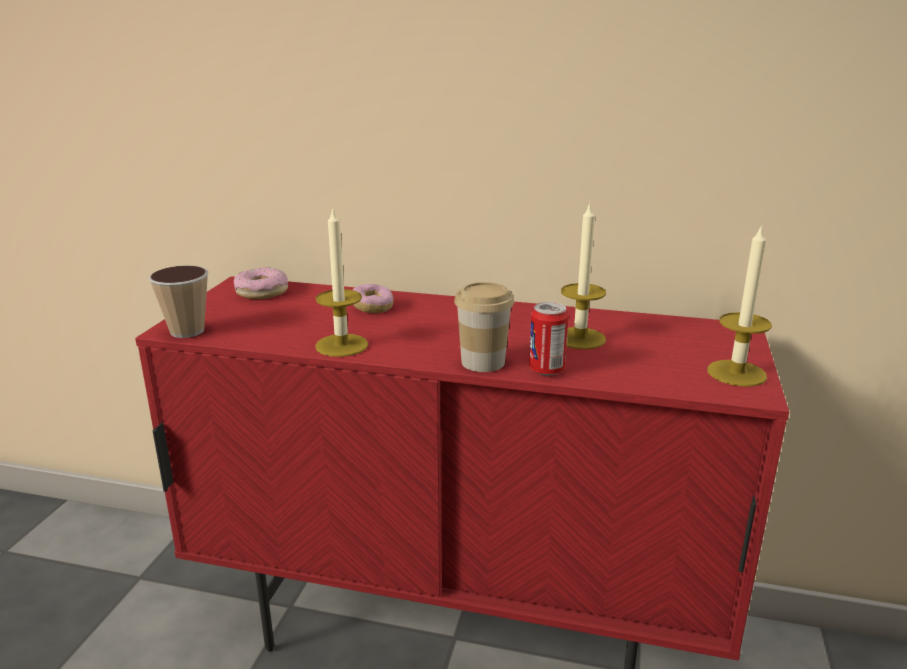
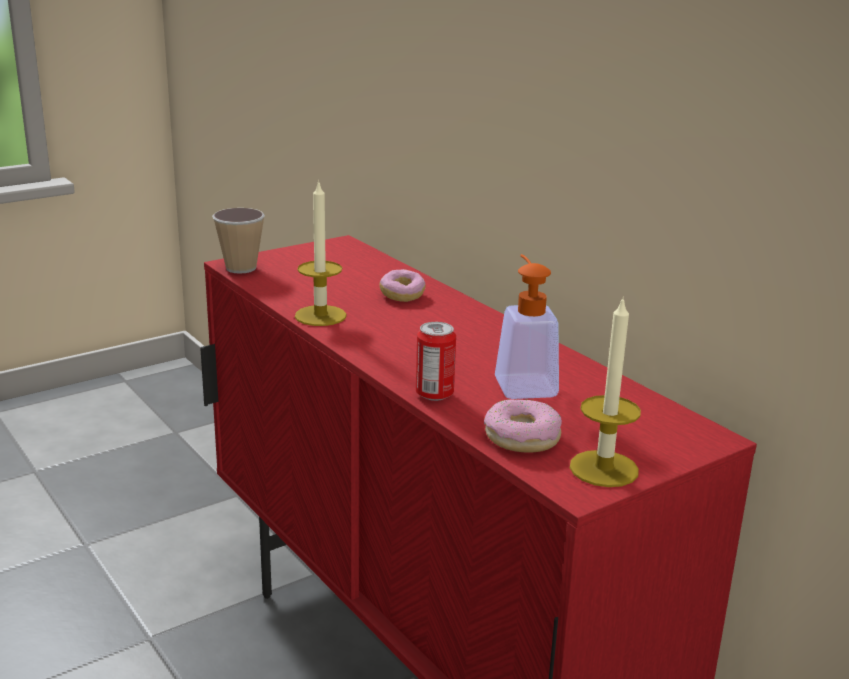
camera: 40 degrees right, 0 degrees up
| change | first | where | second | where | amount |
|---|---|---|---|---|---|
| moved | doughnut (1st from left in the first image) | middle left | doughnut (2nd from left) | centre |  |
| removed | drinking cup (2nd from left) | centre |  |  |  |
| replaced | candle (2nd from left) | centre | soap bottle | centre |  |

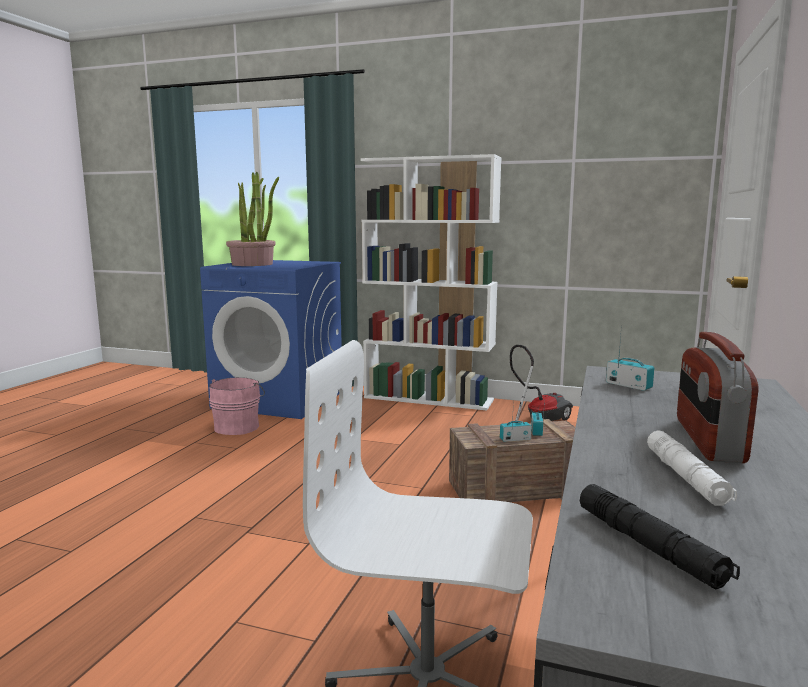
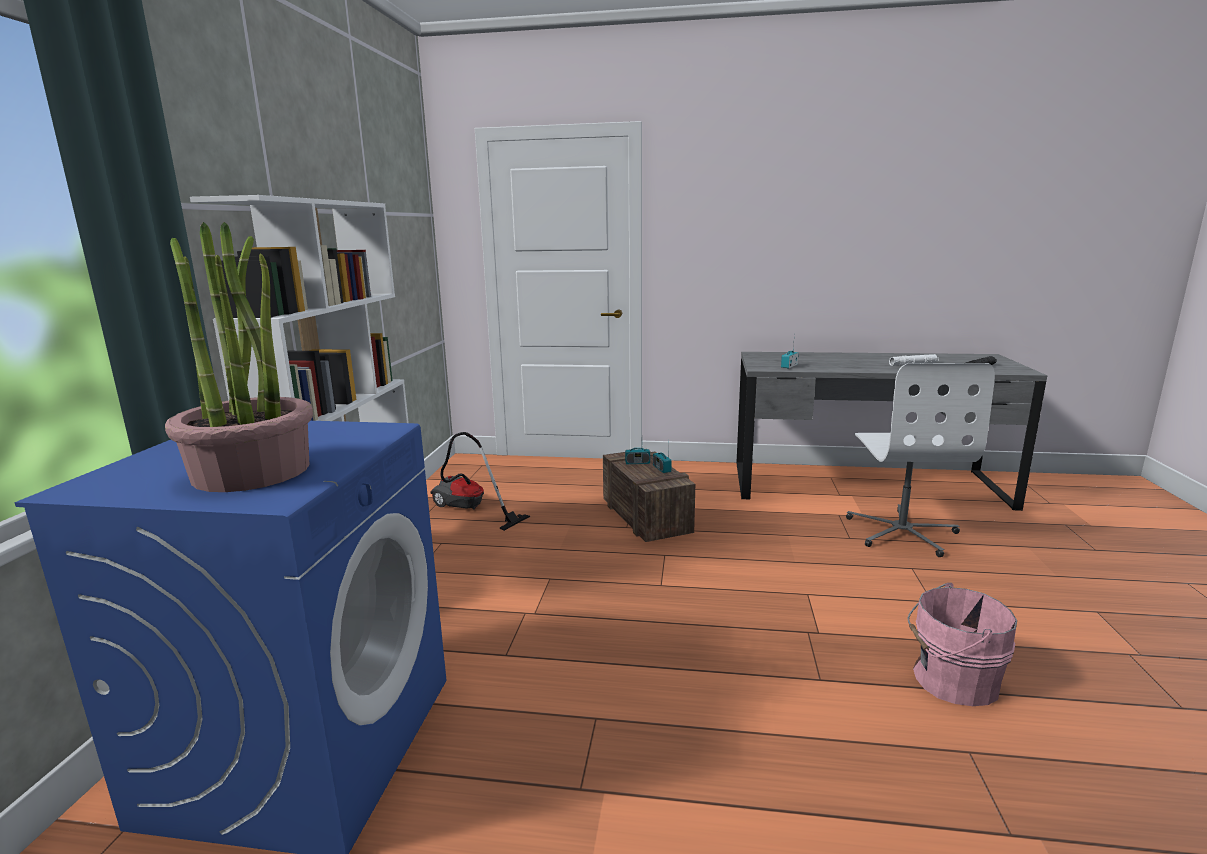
camera: 100 degrees left, 5 degrees up
| change | first | where | second | where | amount |
|---|---|---|---|---|---|
| moved | water bucket (pink) | middle left |  | bottom right |  |
| removed | radio set (4th from left) | middle right |  |  |  |

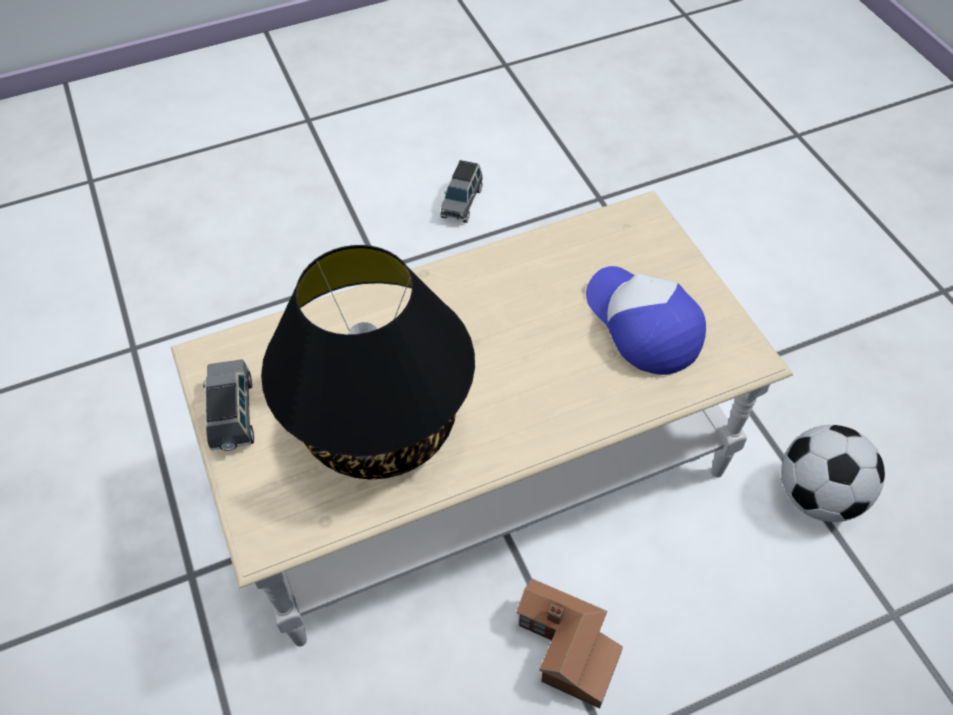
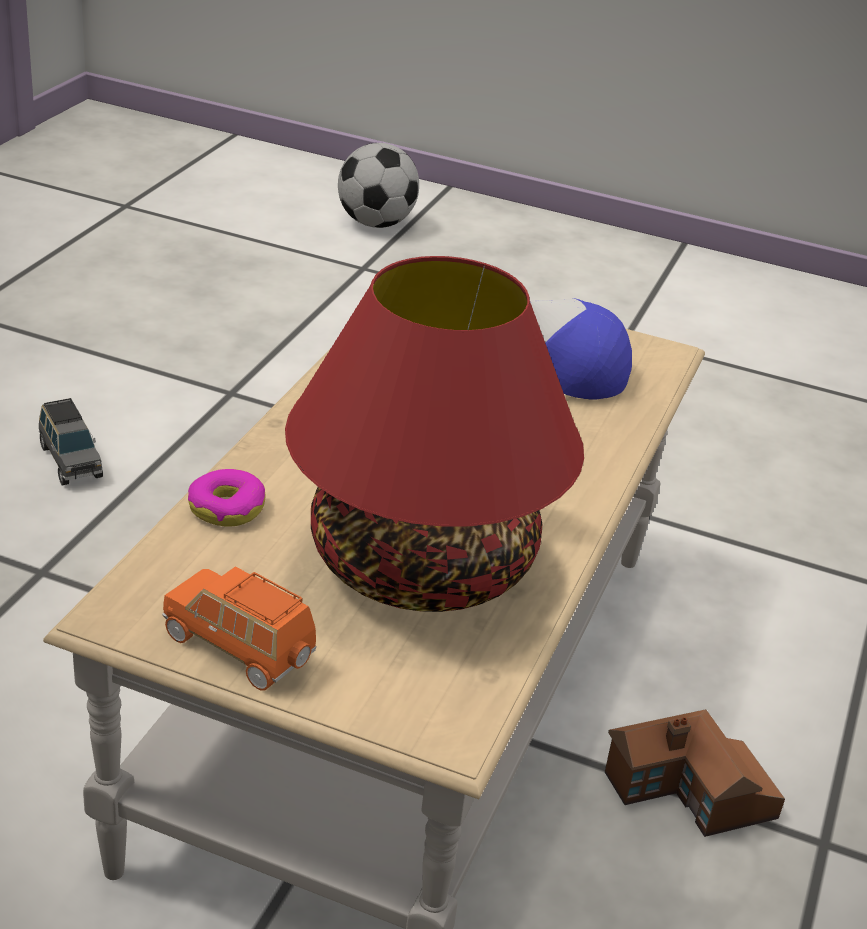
camera: 50 degrees left, 20 degrees down
| change | first | where | second | where | amount |
|---|---|---|---|---|---|
| recoloured | toy car (greyish) (1st from left) | middle left | toy car (orangey) | bottom left |  |
| recoloured | table lamp (black) | centre | table lamp (reddish) | centre |  |
| moved | football ball | middle right |  | top centre |  |
| added |  |  | doughnut | middle left |  |

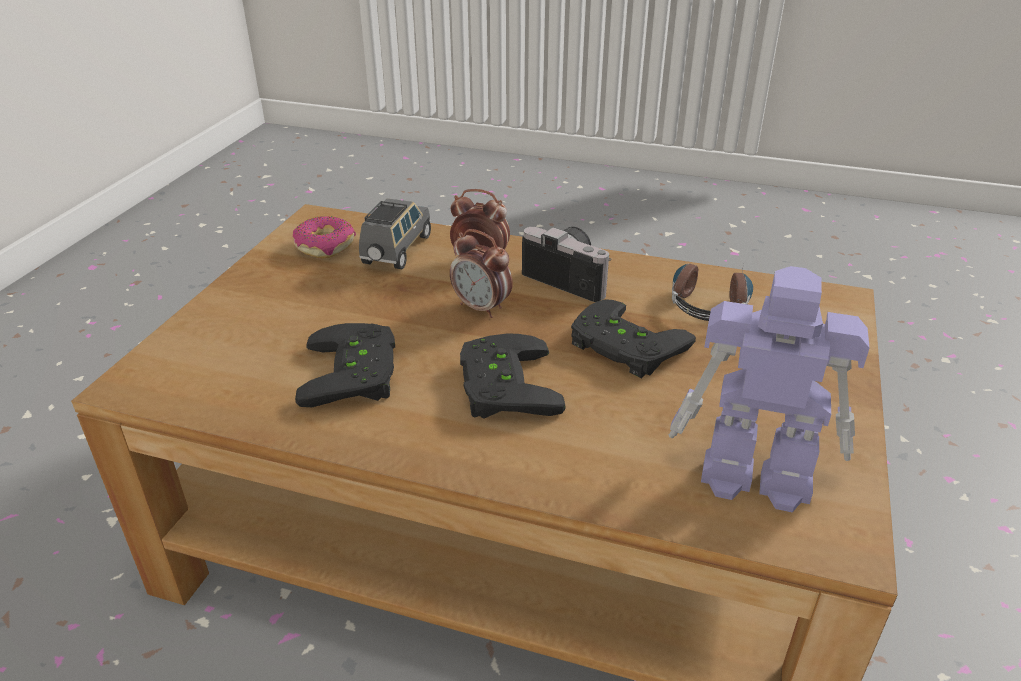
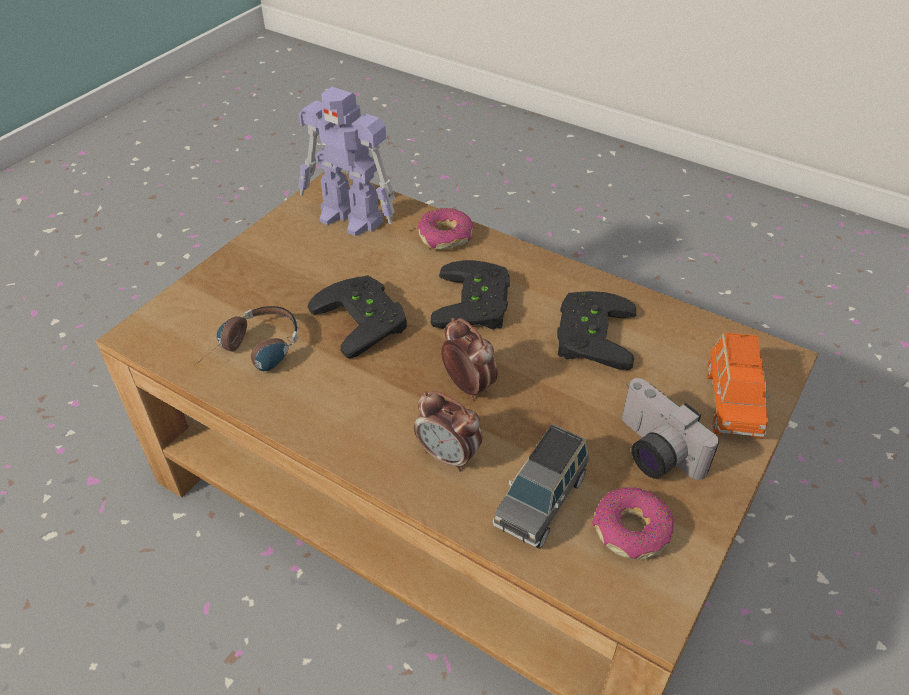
camera: 165 degrees left, 10 degrees up
| change | first | where | second | where | amount |
|---|---|---|---|---|---|
| moved | photo camera | centre |  | middle right |  |
| added |  |  | doughnut (1st from left) | top centre |  |
| added |  |  | toy car (orangey) | middle right |  |

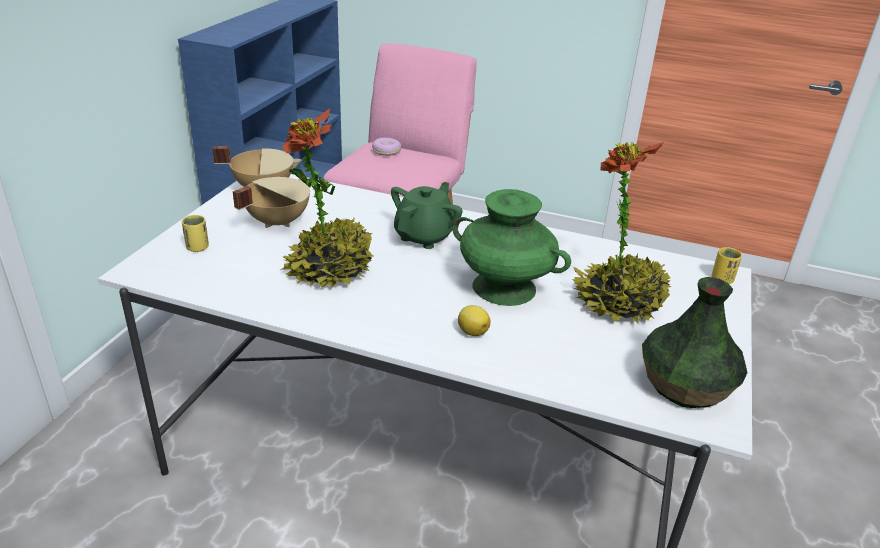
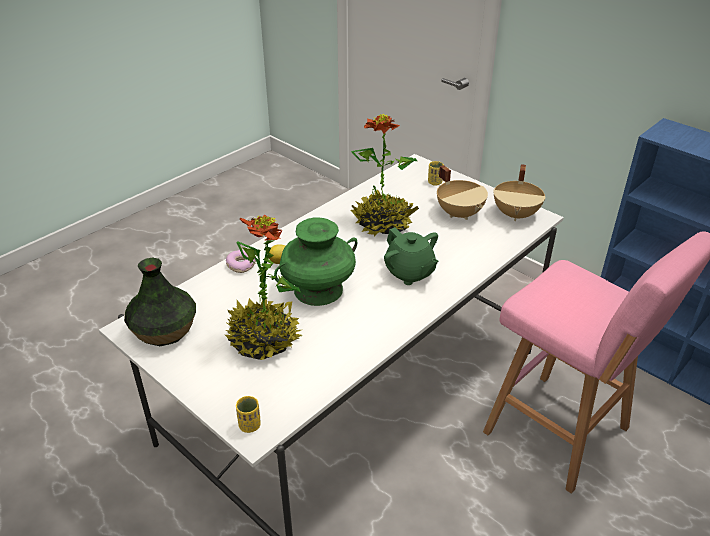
camera: 115 degrees right, 5 degrees up
| change | first | where | second | where | amount |
|---|---|---|---|---|---|
| moved | doughnut | top centre |  | centre |  |

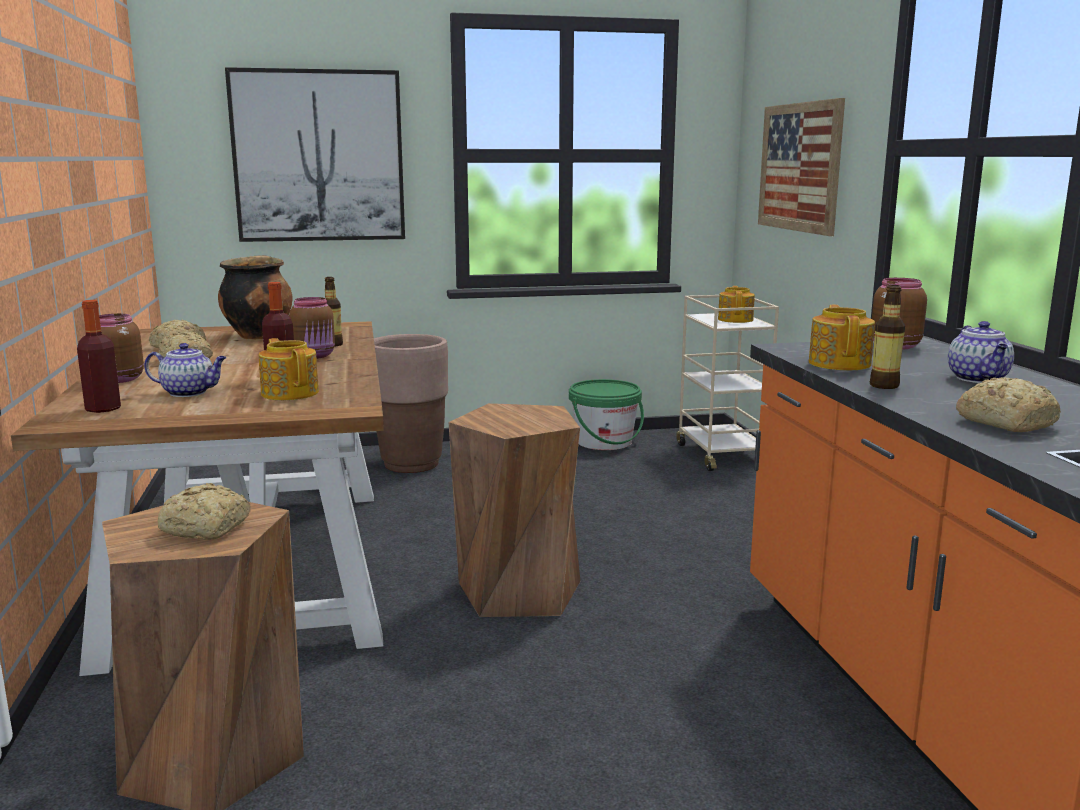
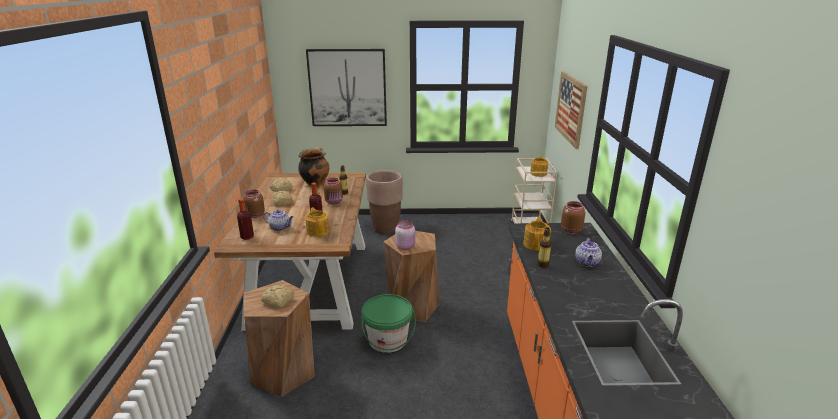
camera: 10 degrees right, 10 degrees up
| change | first | where | second | where | amount |
|---|---|---|---|---|---|
| moved | water bucket (green-coloured) | centre |  | bottom centre |  |
| removed | bakery bread (4th from left) | middle right |  |  |  |
| added |  |  | jar (pink) | centre |  |

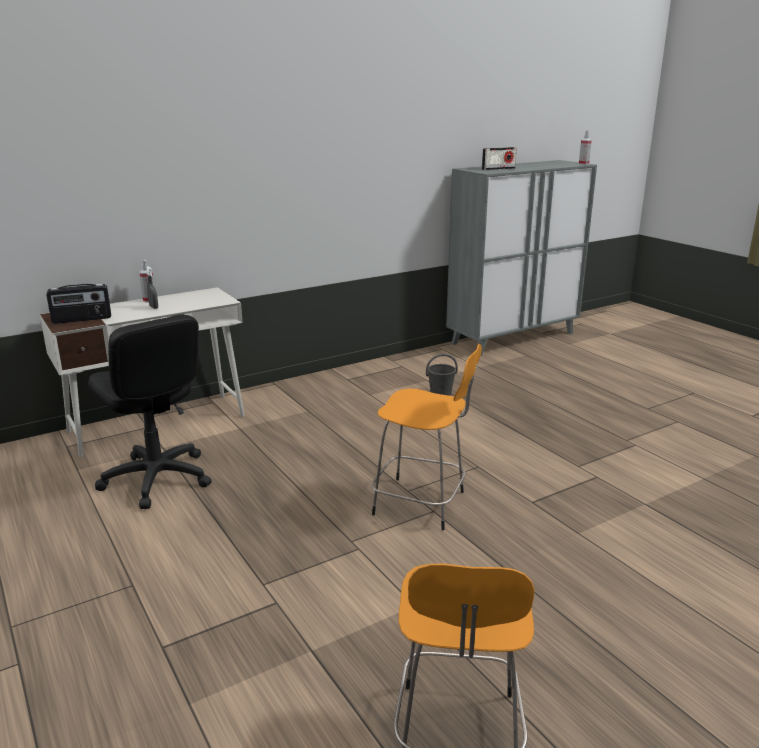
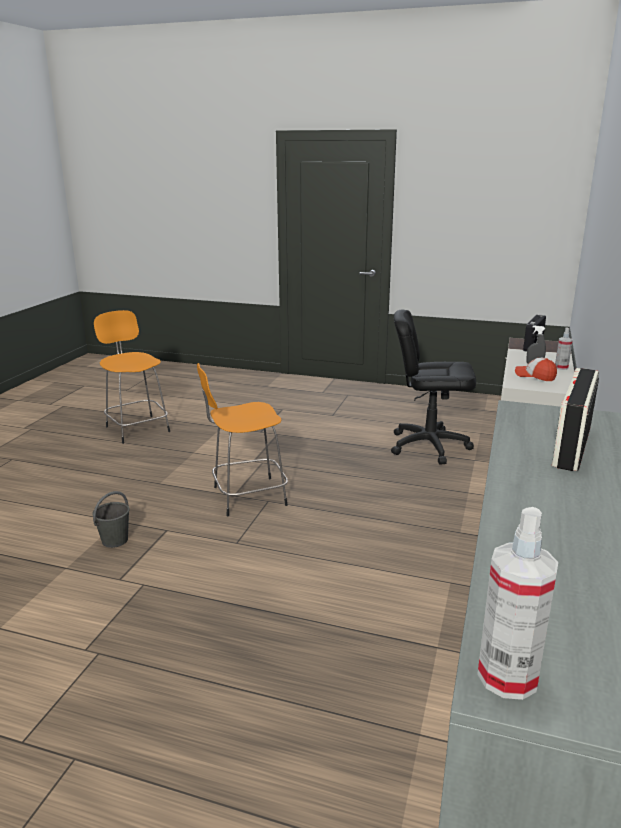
camera: 140 degrees right, 0 degrees up
| change | first | where | second | where | amount |
|---|---|---|---|---|---|
| moved | water bucket (greyish) | centre |  | middle left |  |
| added |  |  | peaked cap | middle right |  |

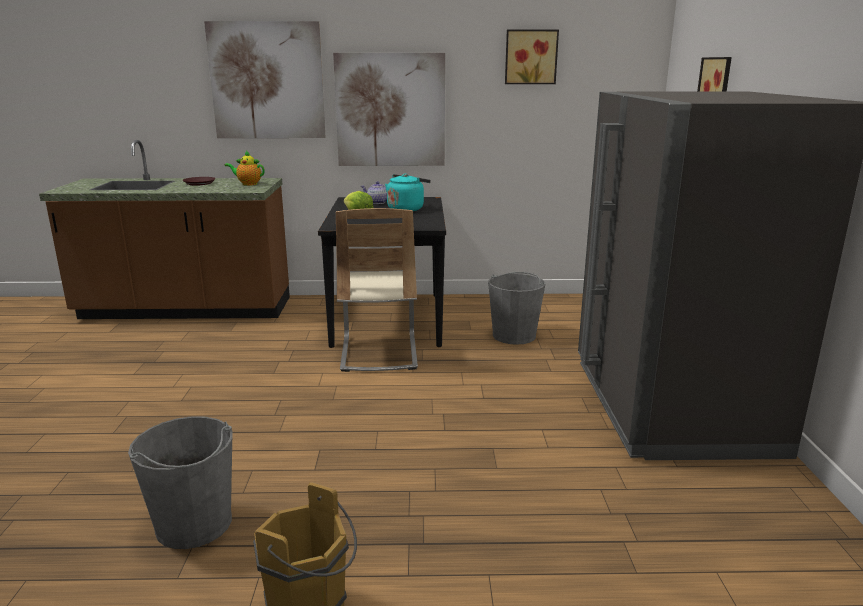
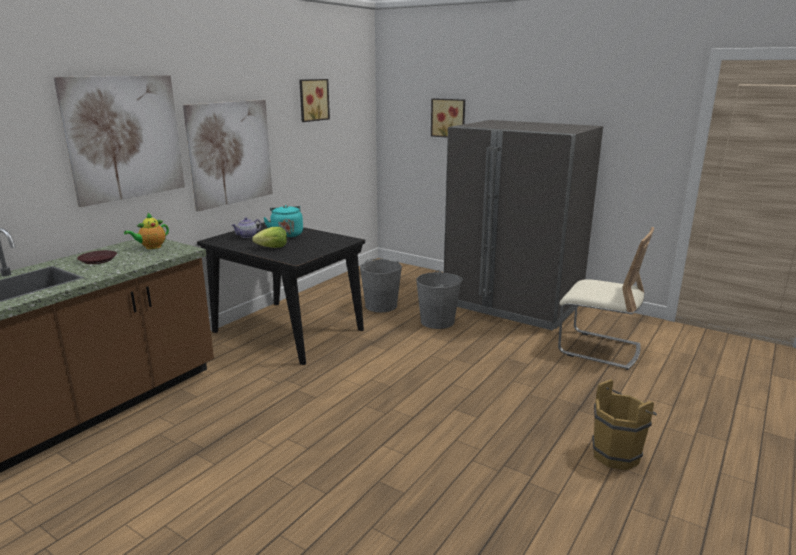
camera: 55 degrees left, 0 degrees up
| change | first | where | second | where | amount |
|---|---|---|---|---|---|
| moved | water bucket (greyish) (1st from left in the first image) | bottom left | water bucket (greyish) (2nd from left) | centre |  |
| moved | upright chair (beige-coloured) | centre |  | middle right |  |

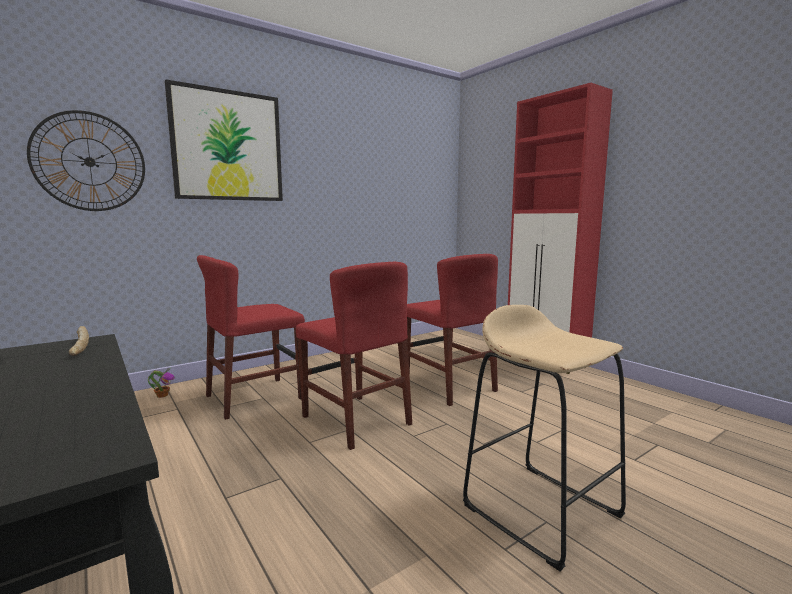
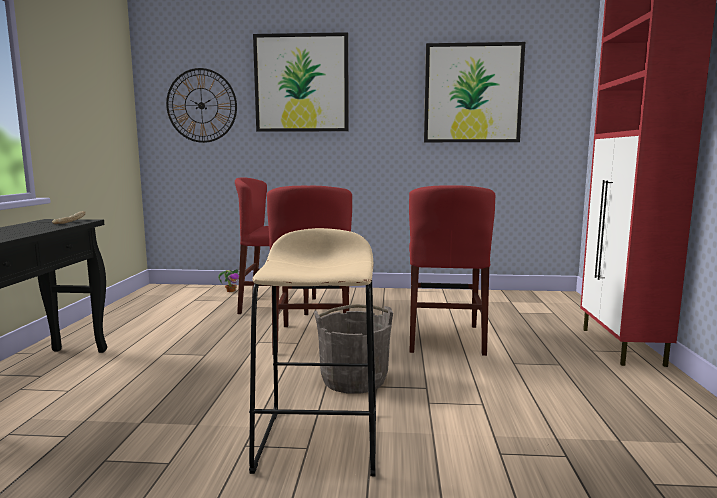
camera: 40 degrees right, 0 degrees up
| change | first | where | second | where | amount |
|---|---|---|---|---|---|
| added |  |  | water bucket (greyish) | bottom centre |  |
| added |  |  | wall picture (2nd from left) | top centre |  |

